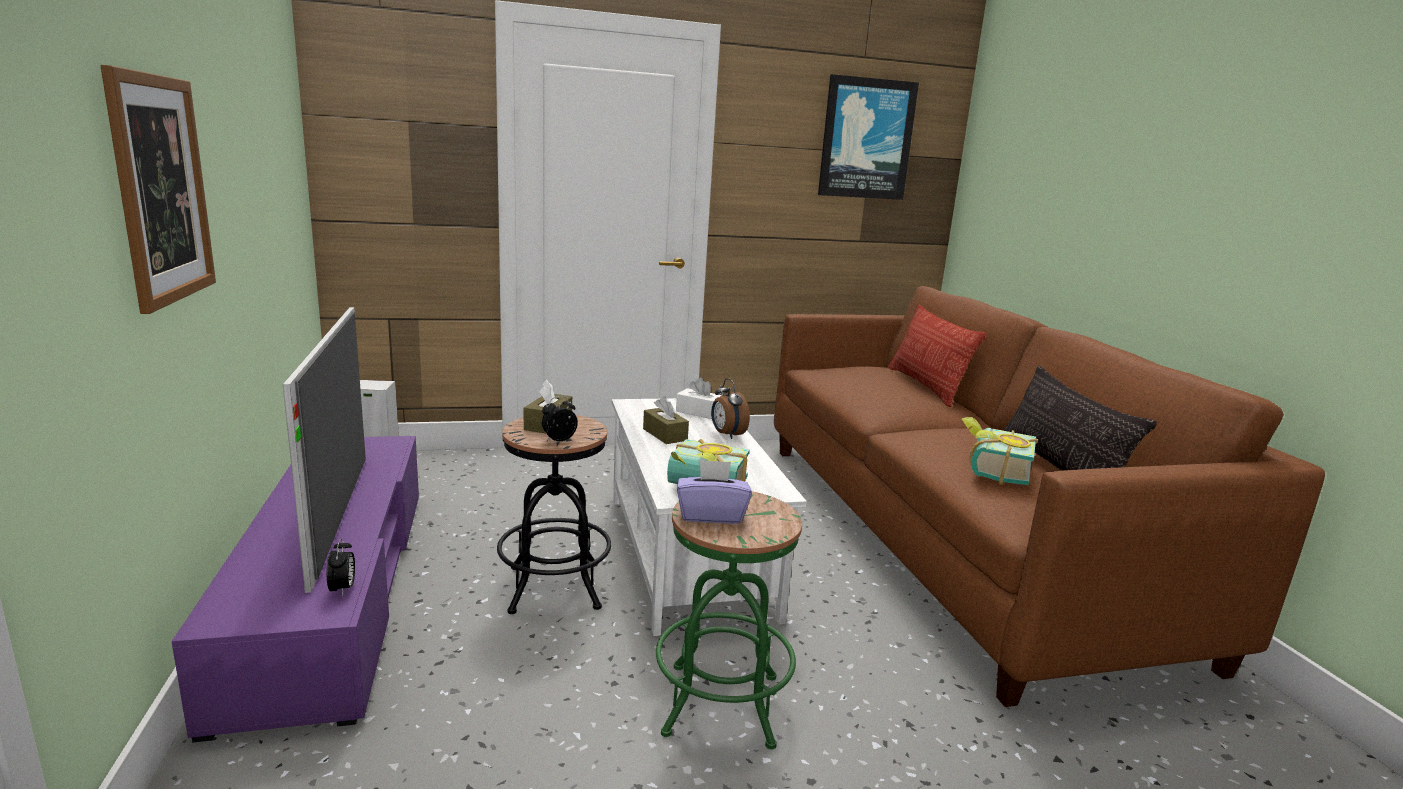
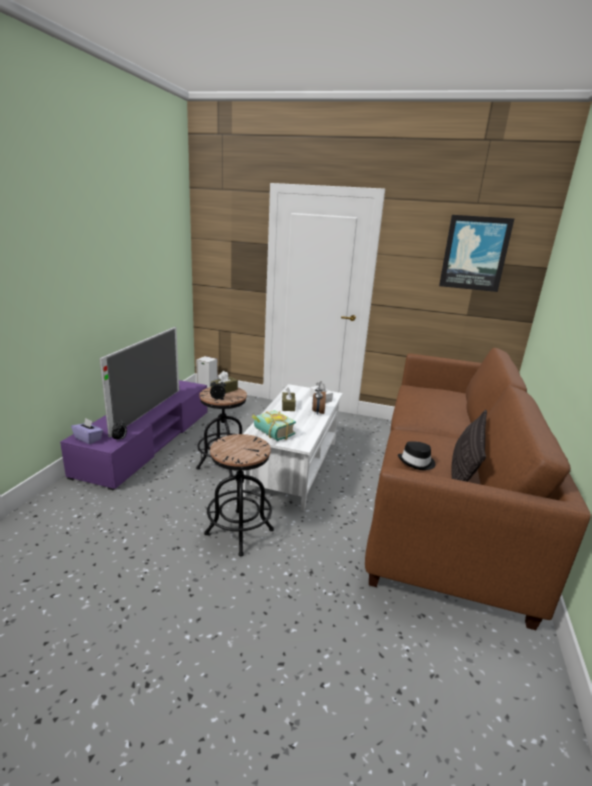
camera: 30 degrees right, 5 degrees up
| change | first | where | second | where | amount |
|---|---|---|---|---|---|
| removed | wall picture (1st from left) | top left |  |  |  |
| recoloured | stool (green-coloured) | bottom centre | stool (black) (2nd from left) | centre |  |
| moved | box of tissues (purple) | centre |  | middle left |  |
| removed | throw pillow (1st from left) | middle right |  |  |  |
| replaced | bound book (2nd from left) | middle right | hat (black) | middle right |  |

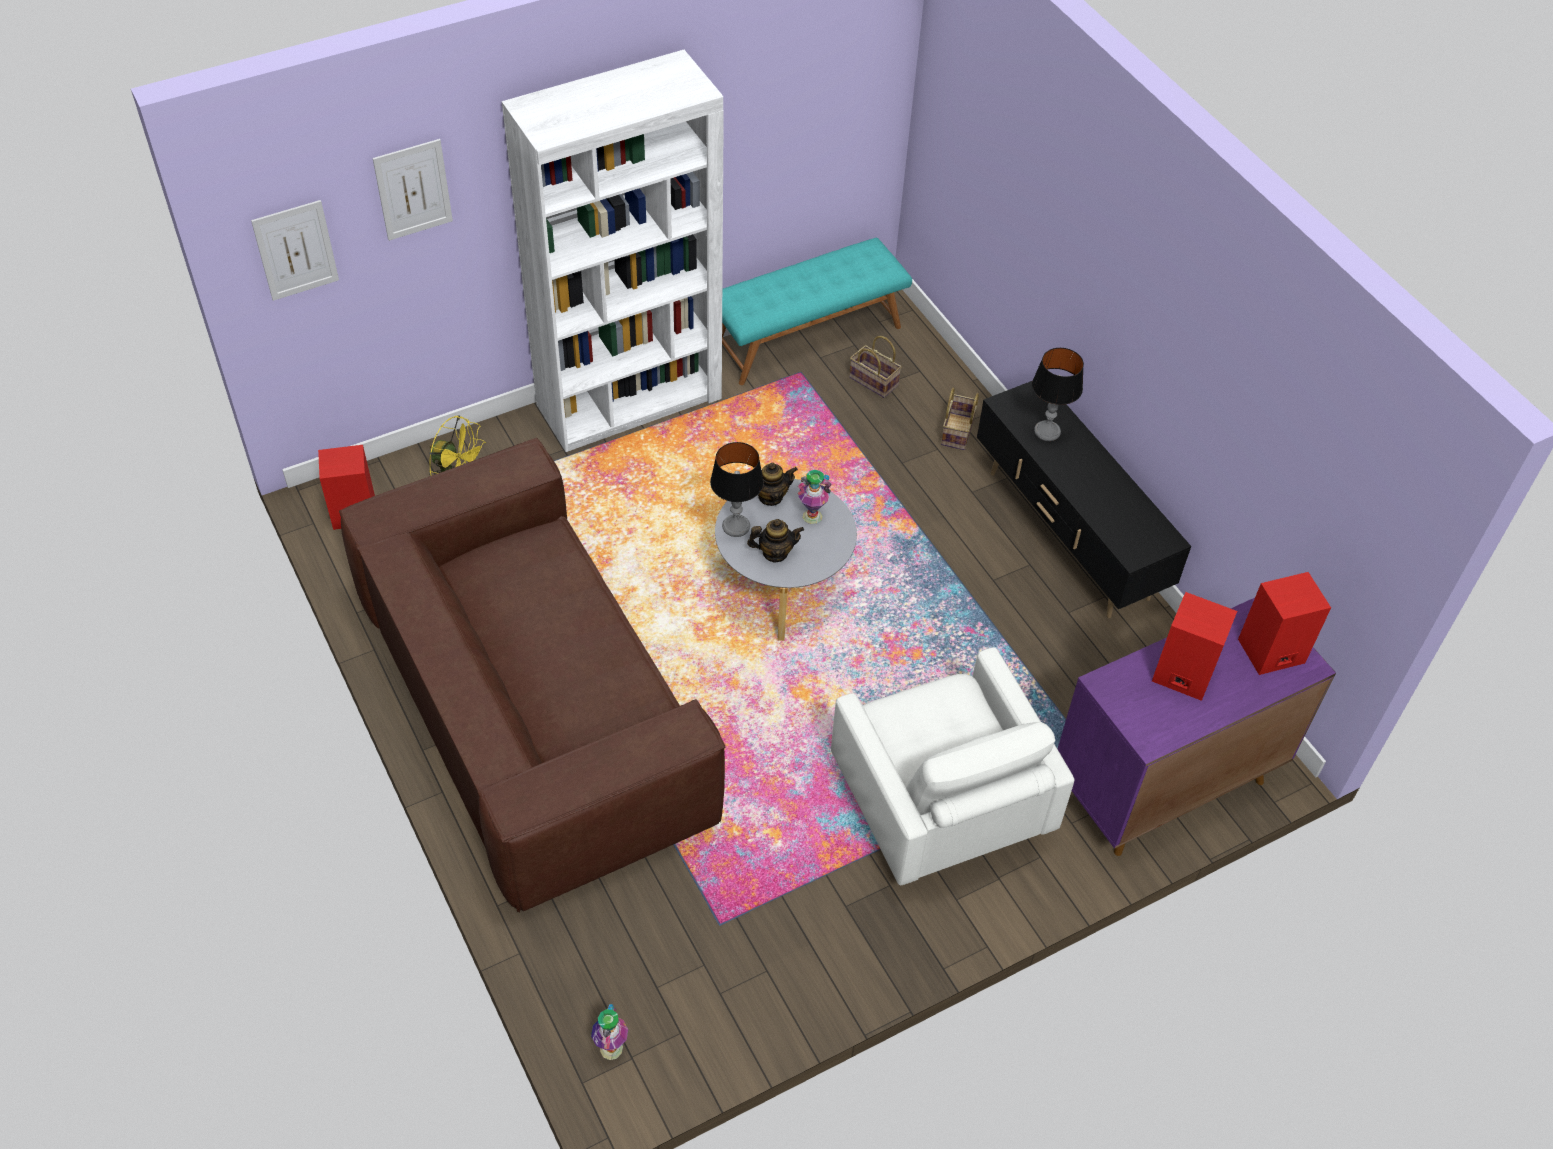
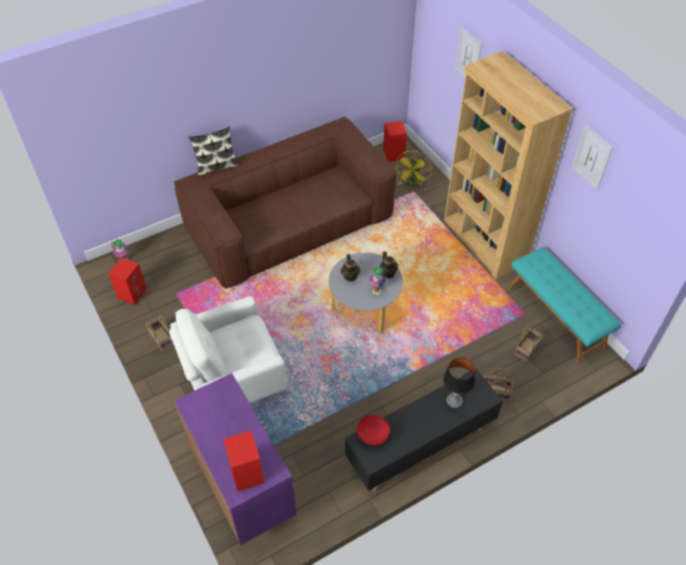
camera: 90 degrees right, 0 degrees up
| change | first | where | second | where | amount |
|---|---|---|---|---|---|
| moved | wall picture (1st from left in the first image) | top left | wall picture (2nd from left) | top right |  |
| recoloured | bookshelf (white) | top centre | bookshelf (brown-coloured) | top right |  |
| removed | table lamp (1st from left) | centre |  |  |  |
| moved | loudspeaker (reddish) (2nd from left in the first image) | middle right | loudspeaker (reddish) (1st from left) | middle left |  |
| added |  |  | basket (1st from left) | middle left |  |
| added |  |  | throw pillow | top left |  |
| added |  |  | deep dish (reddish) | bottom centre |  |

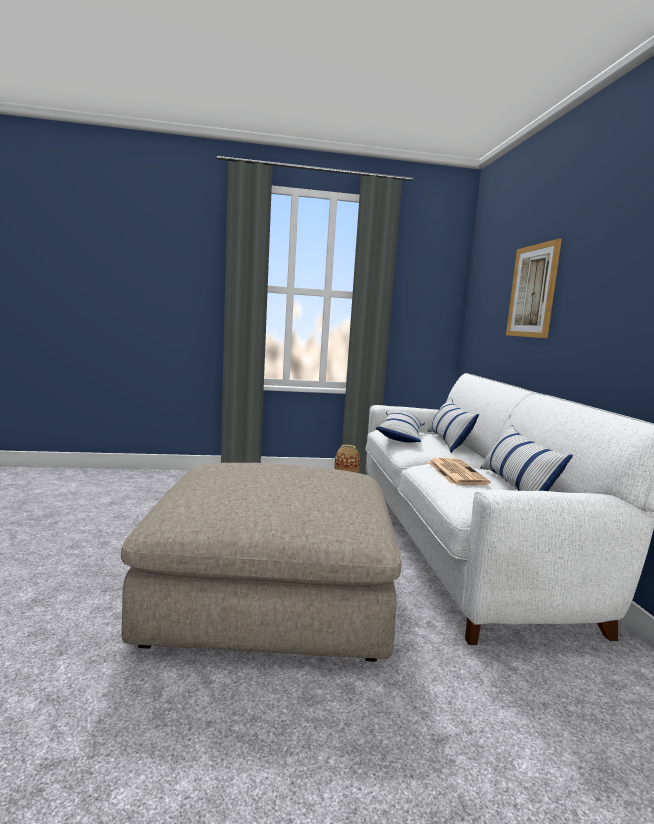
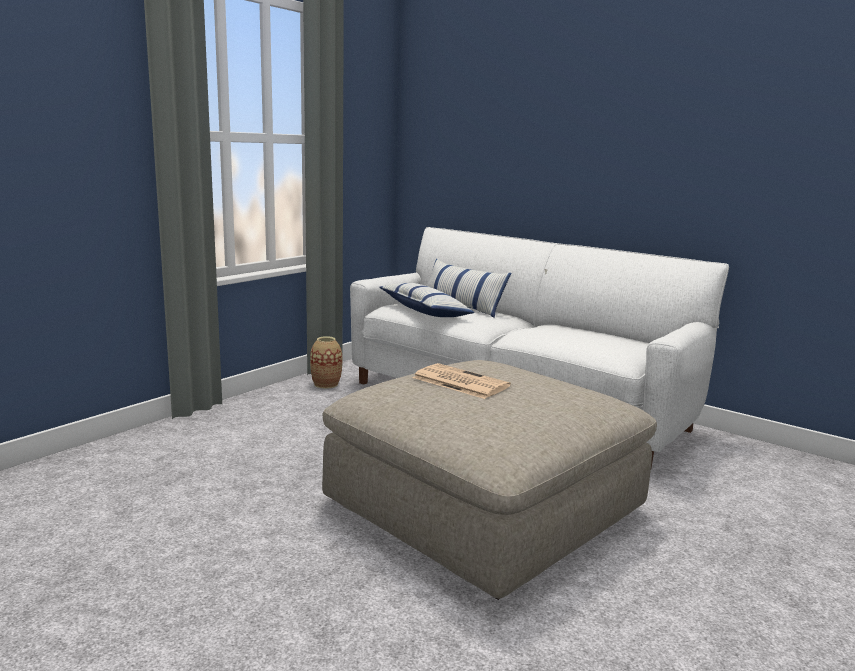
camera: 45 degrees left, 5 degrees up
| change | first | where | second | where | amount |
|---|---|---|---|---|---|
| moved | newspaper | middle right |  | centre |  |
| removed | throw pillow (3rd from left) | middle right |  |  |  |
| removed | wall picture | middle right |  |  |  |

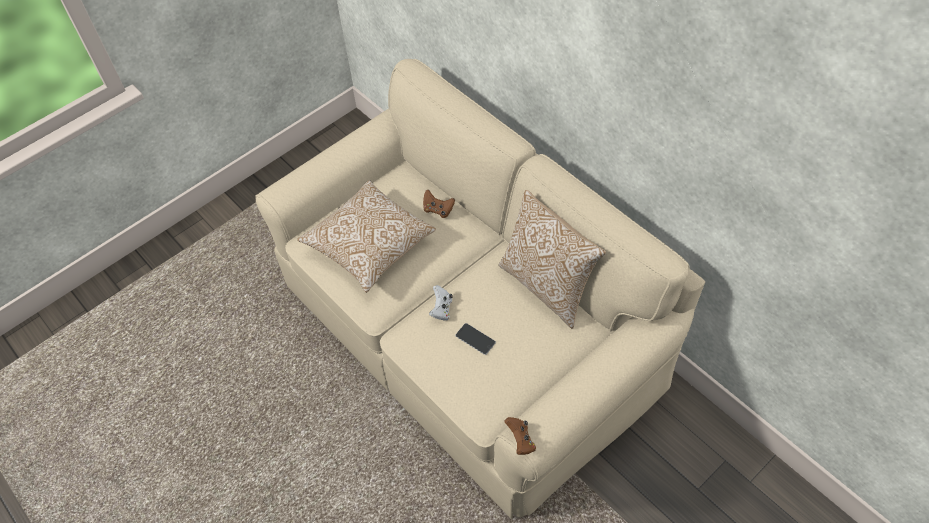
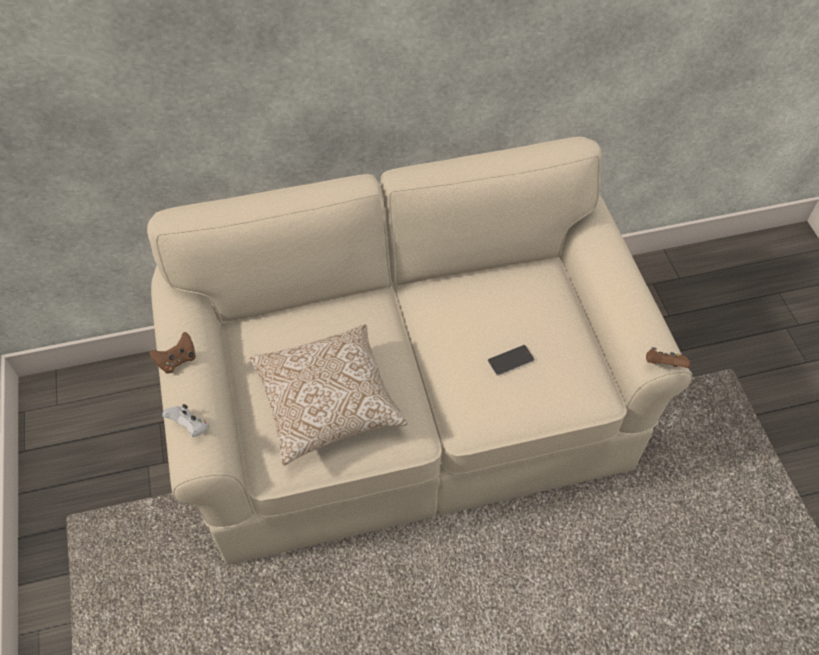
camera: 65 degrees left, 0 degrees up
| change | first | where | second | where | amount |
|---|---|---|---|---|---|
| moved | game controller (brown-coloured) (1st from left) | centre |  | middle left |  |
| moved | game controller (white) | centre |  | middle left |  |
| removed | throw pillow (2nd from left) | centre |  |  |  |

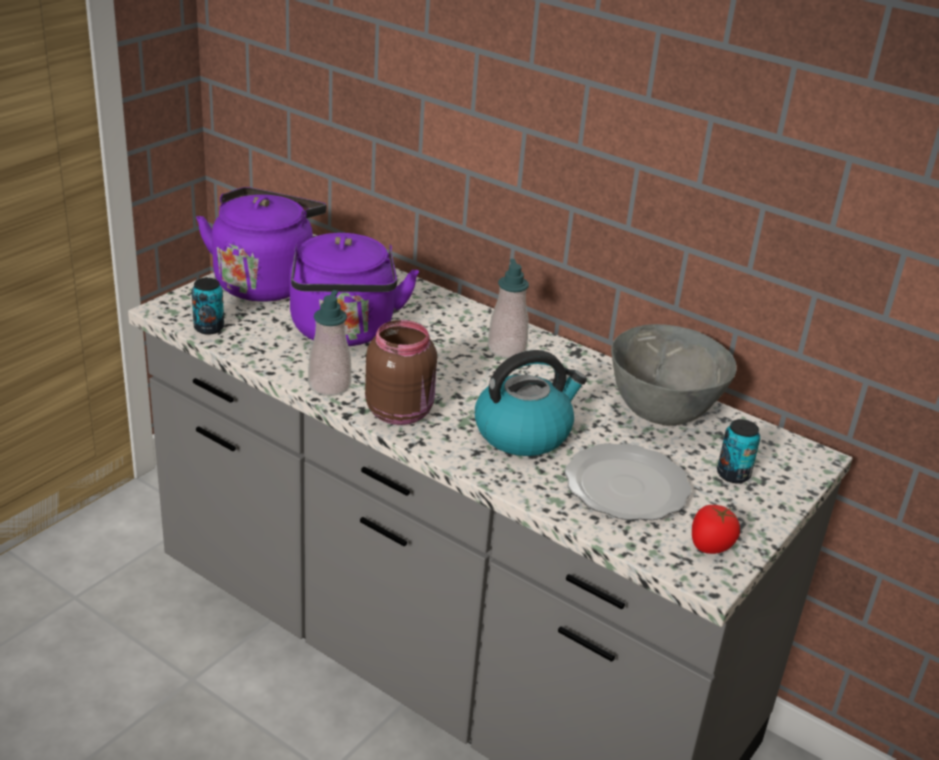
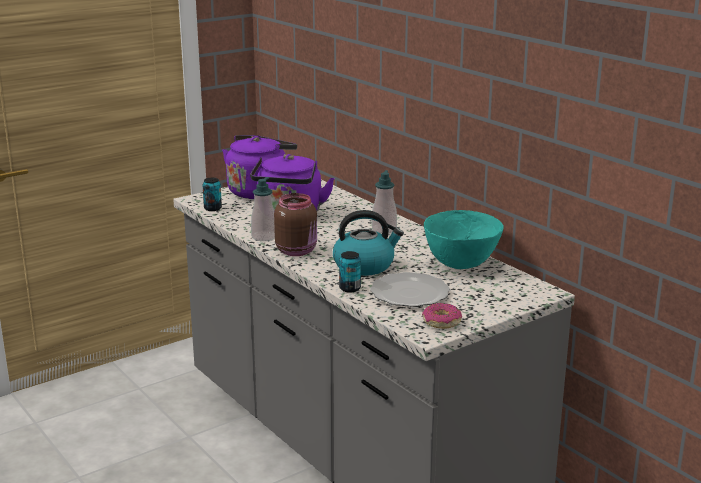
camera: 20 degrees right, 10 degrees down
| change | first | where | second | where | amount |
|---|---|---|---|---|---|
| recoloured | deep dish (greyish) | middle right | deep dish (turquoise-coloured) | centre |  |
| replaced | tomato | bottom right | doughnut | centre |  |
| moved | sealed can (2nd from left) | middle right |  | centre |  |

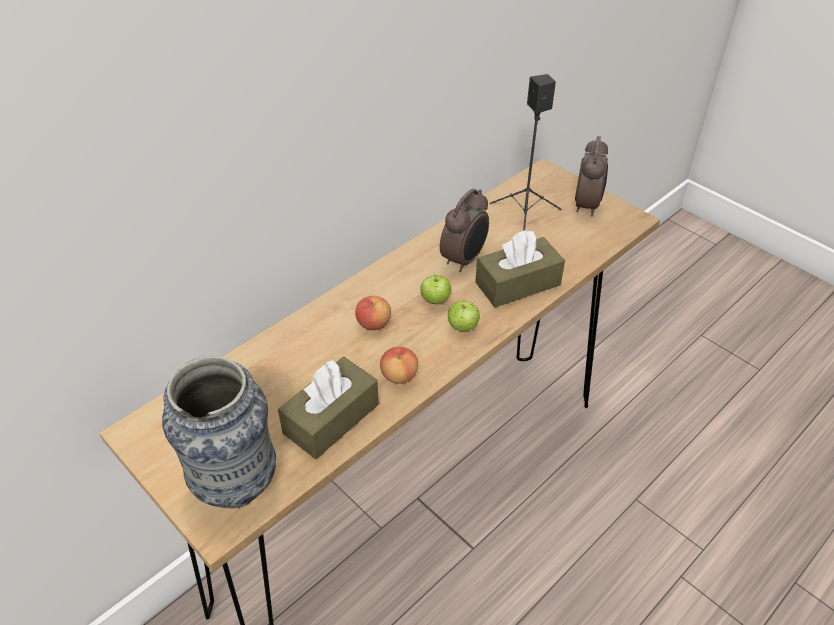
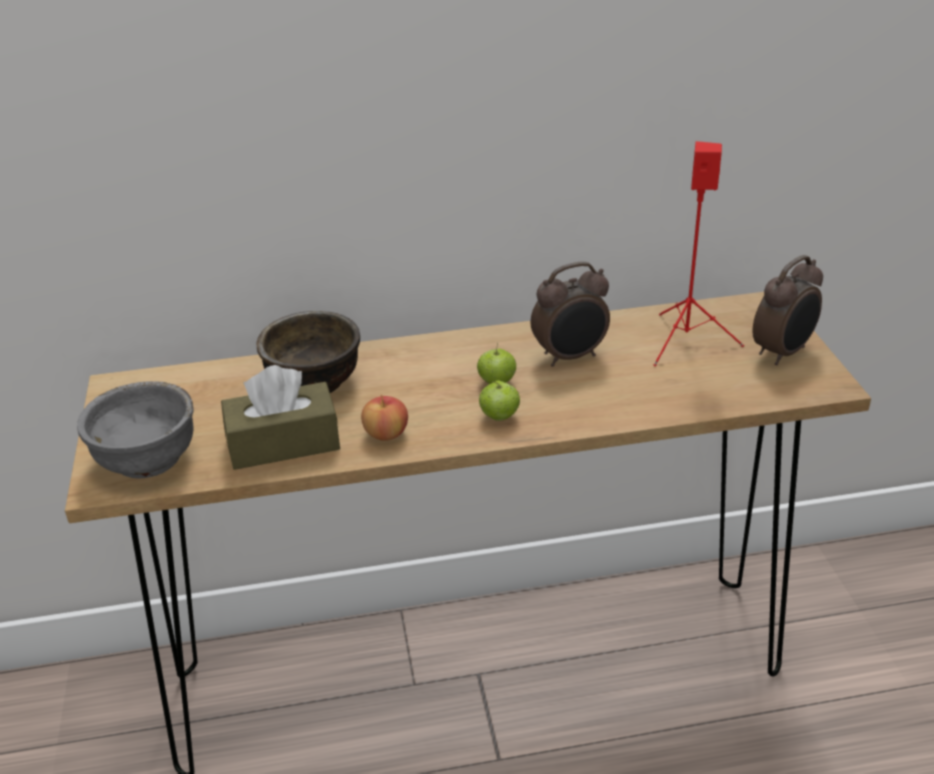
camera: 35 degrees right, 10 degrees down
| change | first | where | second | where | amount |
|---|---|---|---|---|---|
| replaced | vase | bottom left | deep dish (greyish) | middle left |  |
| removed | whole apple (1st from left) | centre |  |  |  |
| removed | box of tissues (brown-coloured) (2nd from left) | centre |  |  |  |
| recoloured | loudspeaker (black) | top centre | loudspeaker (reddish) | top right |  |
| added |  |  | deep dish (brown-coloured) | middle left |  |

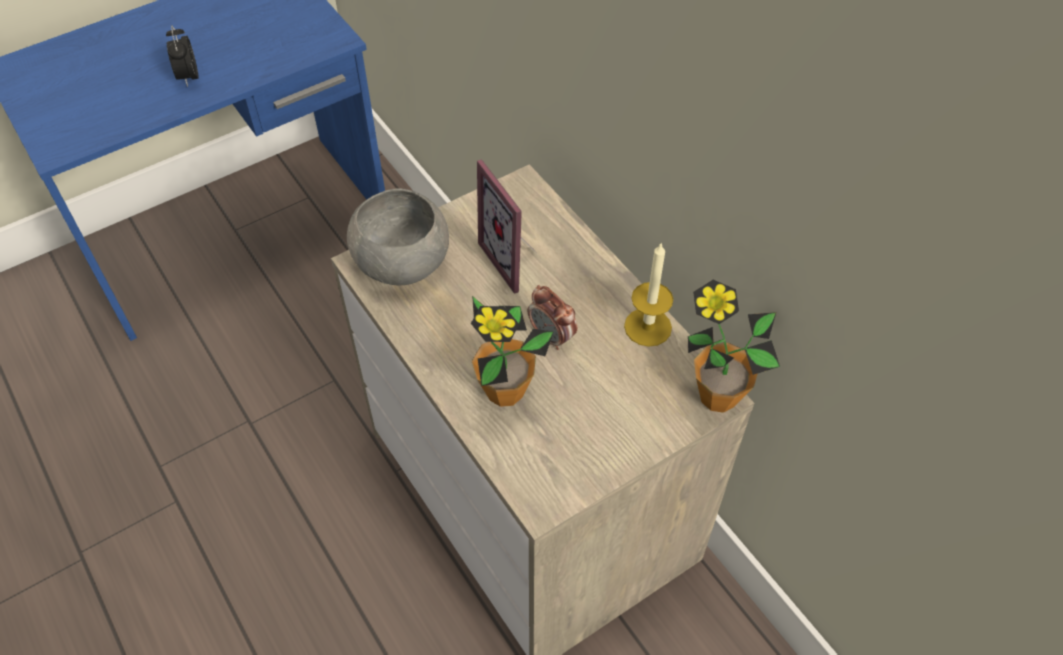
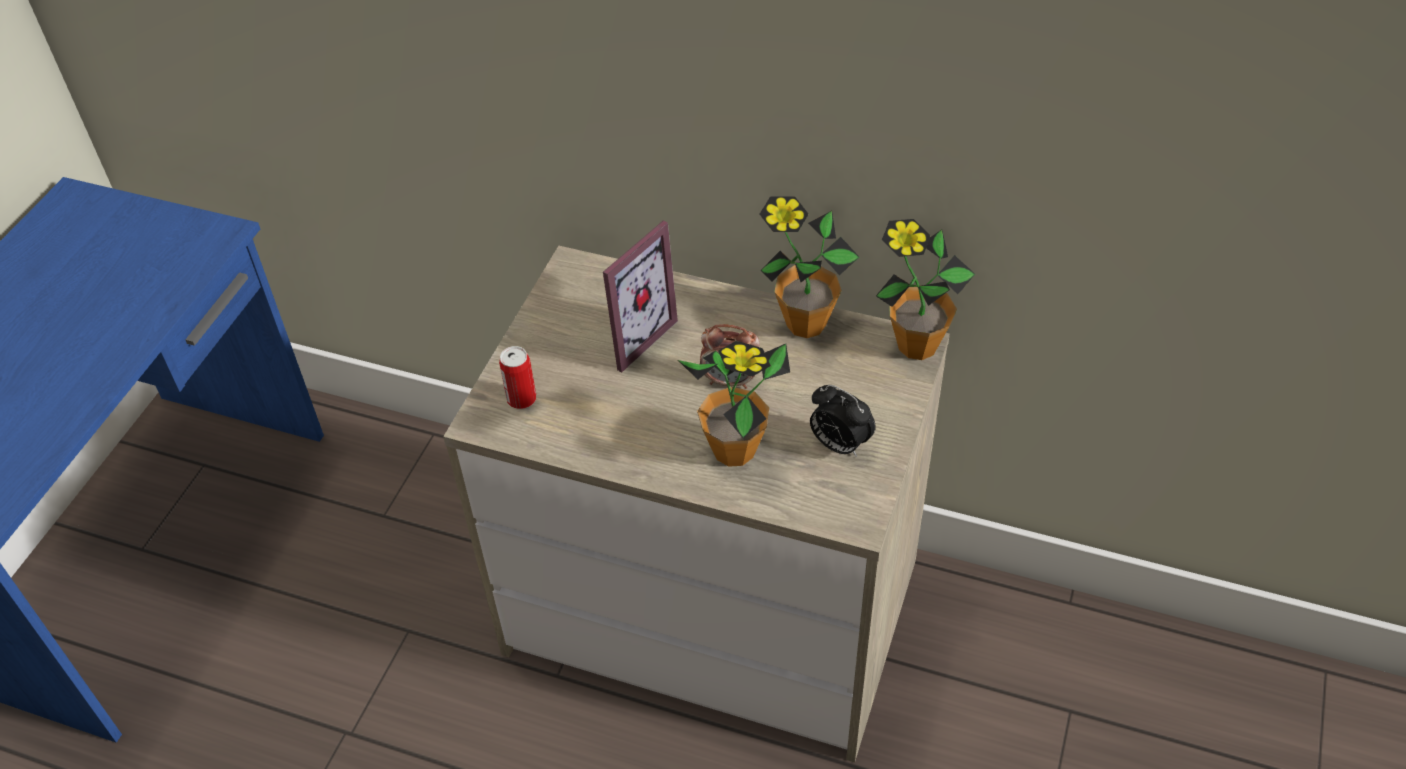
camera: 35 degrees left, 5 degrees down
| change | first | where | second | where | amount |
|---|---|---|---|---|---|
| moved | table clock (1st from left in the first image) | top left | table clock (2nd from left) | centre |  |
| replaced | deep dish (greyish) | centre | sealed can | centre |  |
| turned | photo frame | centre |  | centre | 75 degrees counterclockwise |
| replaced | candle | centre | plant in a pot (2nd from left) | centre |  |

